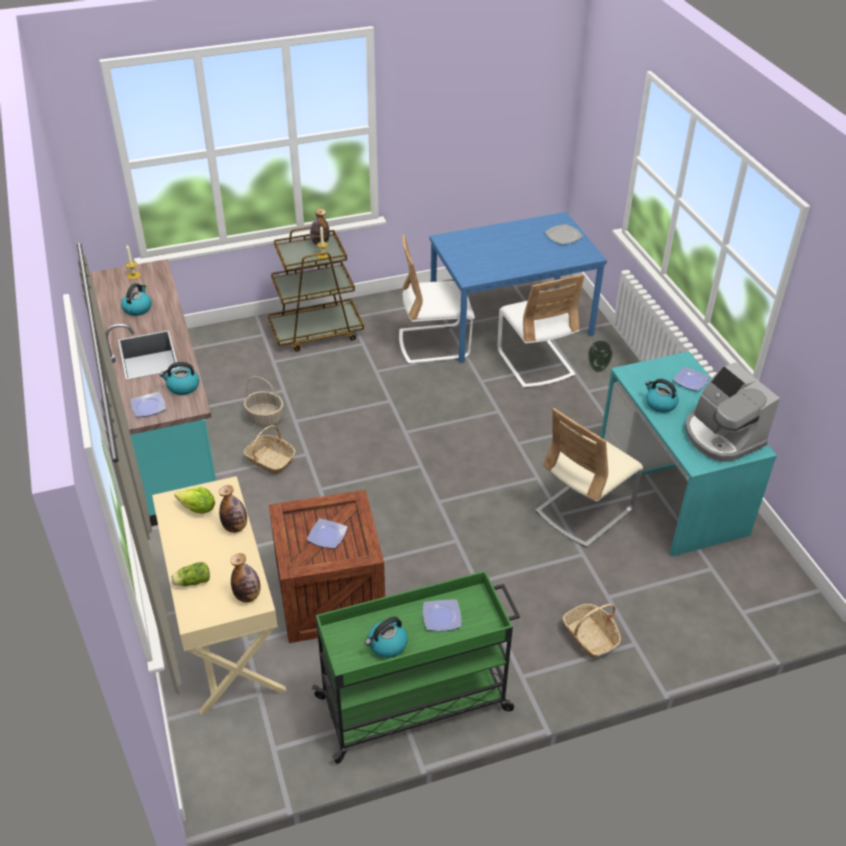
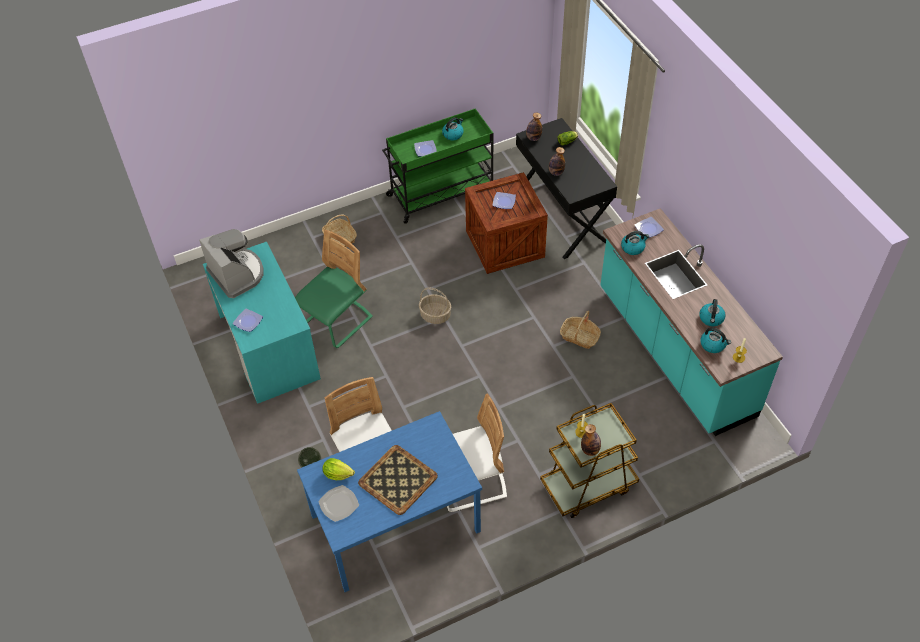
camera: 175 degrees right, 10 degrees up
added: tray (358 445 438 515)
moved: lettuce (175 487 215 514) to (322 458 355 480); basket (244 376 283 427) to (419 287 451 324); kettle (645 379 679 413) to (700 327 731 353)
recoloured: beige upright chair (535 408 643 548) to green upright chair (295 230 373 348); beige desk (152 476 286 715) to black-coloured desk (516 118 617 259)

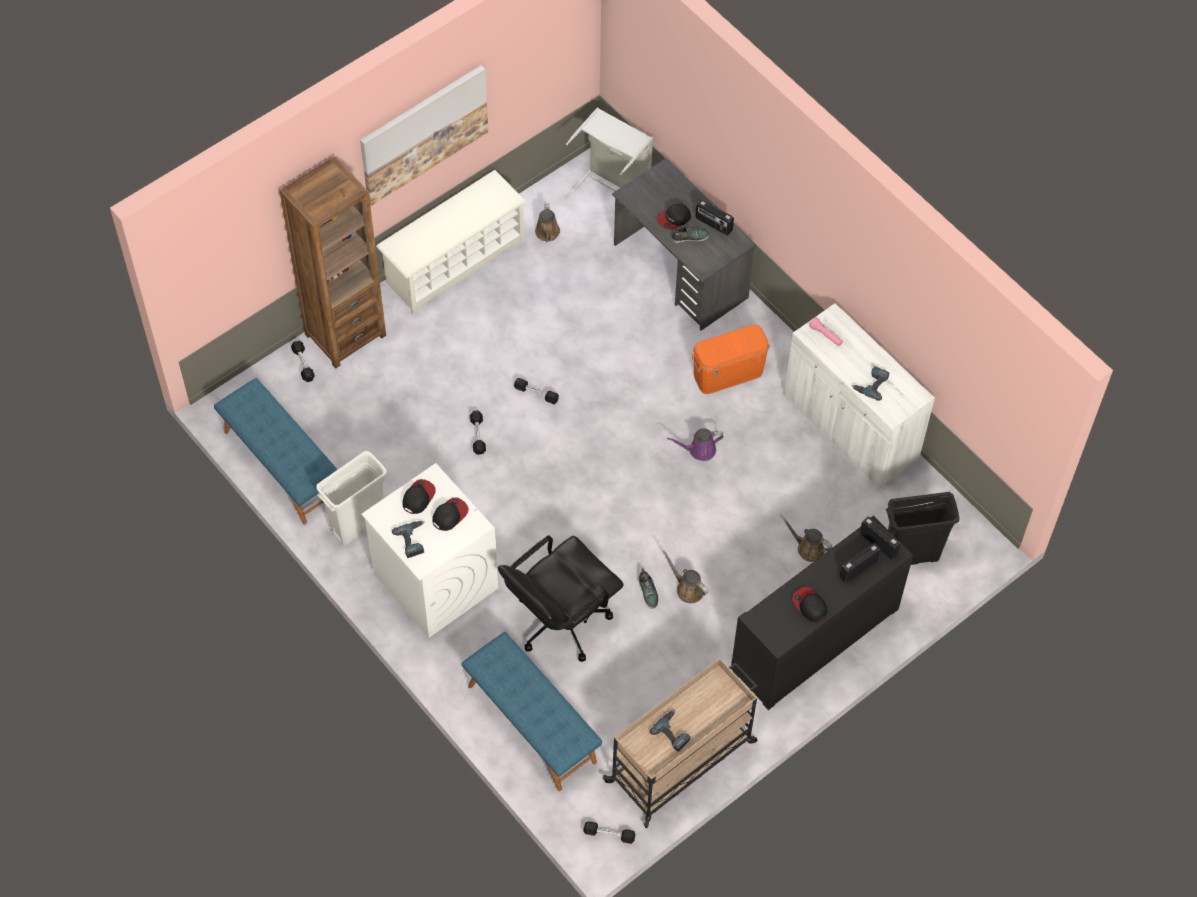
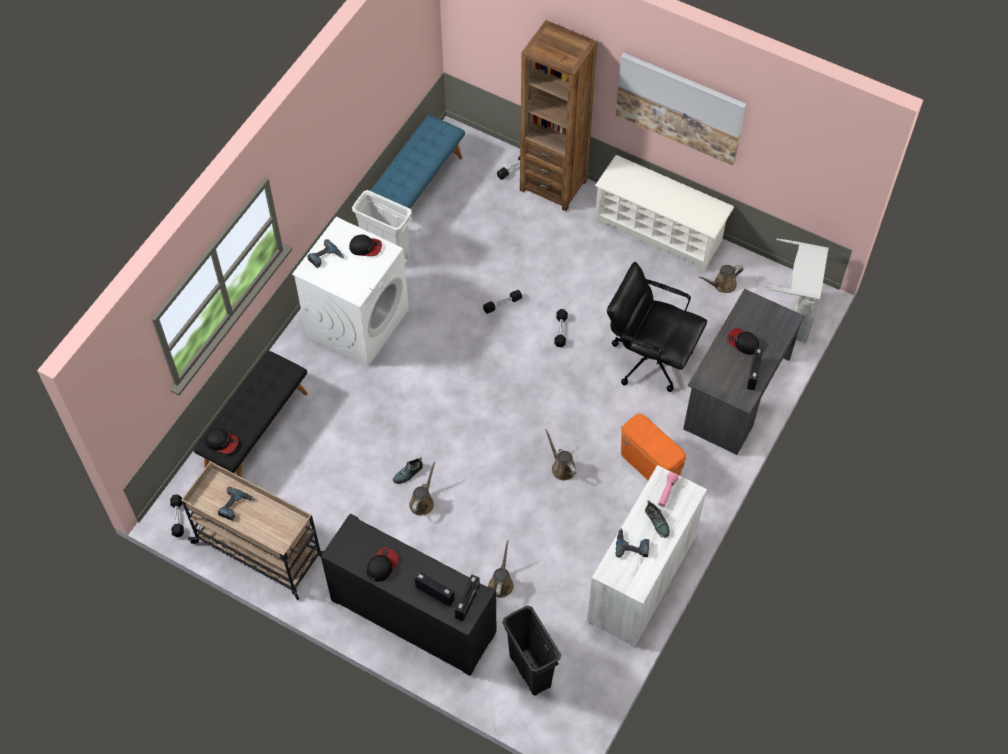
camera: 70 degrees right, 0 degrees up
moved: baseball cap (432 497 469 531) to (206 429 239 454); black-coloured computer chair (498 535 624 662) to (607 262 707 392); low shoe (672 226 709 243) to (645 500 670 538)
recoloured: blue indoor bench (462 632 602 791) to black-coloured indoor bench (193 350 308 477); purple-coloured watering pot (667 429 724 461) to brown-coloured watering pot (545 429 576 480)

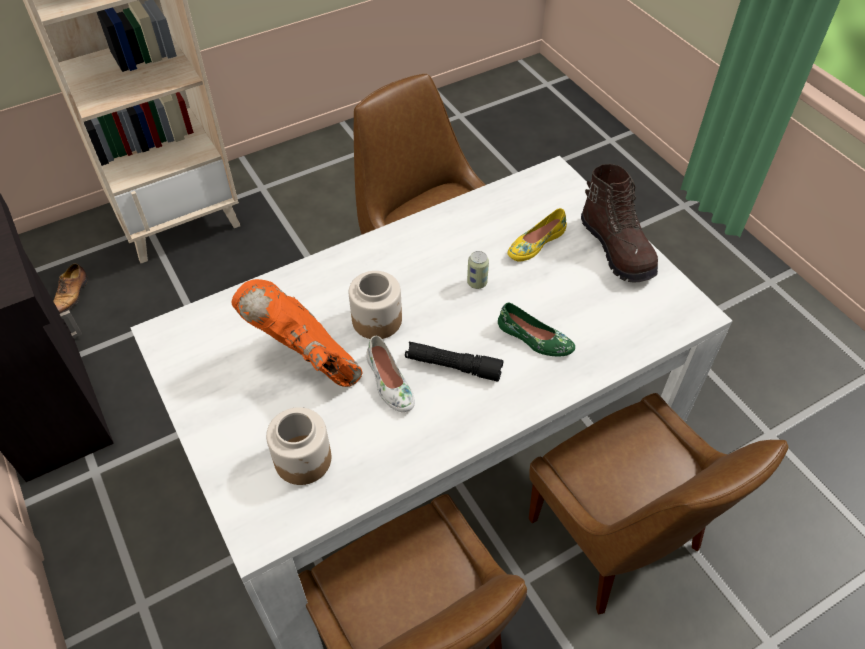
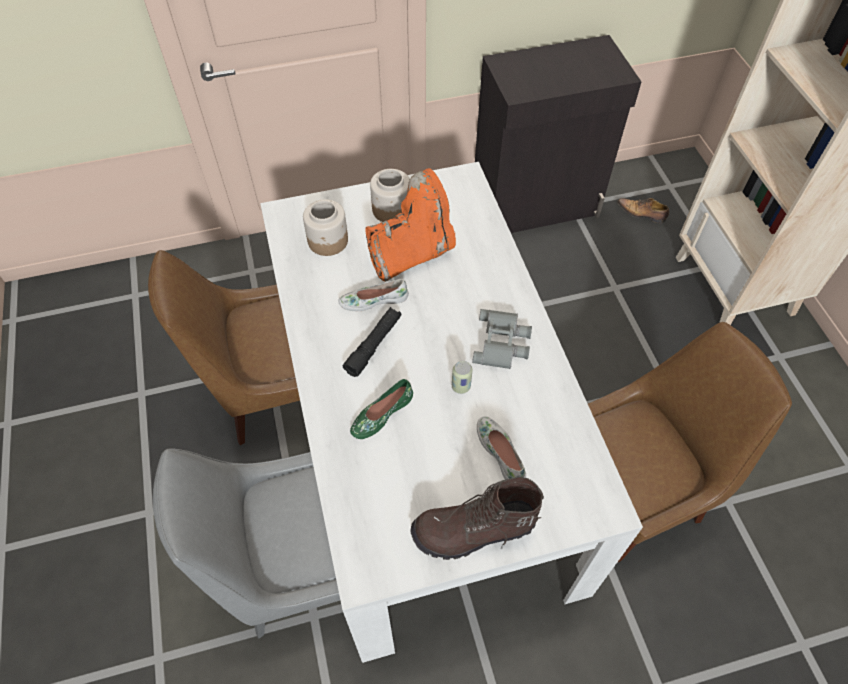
camera: 105 degrees right, 5 degrees up
added: grey field glasses (472 309 532 369)
moved: preserve jar (349 271 402 339) to (370 169 410 222)
recoloured: brown-coloured upright chair (529 393 788 614) to grey upright chair (153 448 340 638); yellowish low shoe (508 208 567 261) to white low shoe (477 416 526 479)

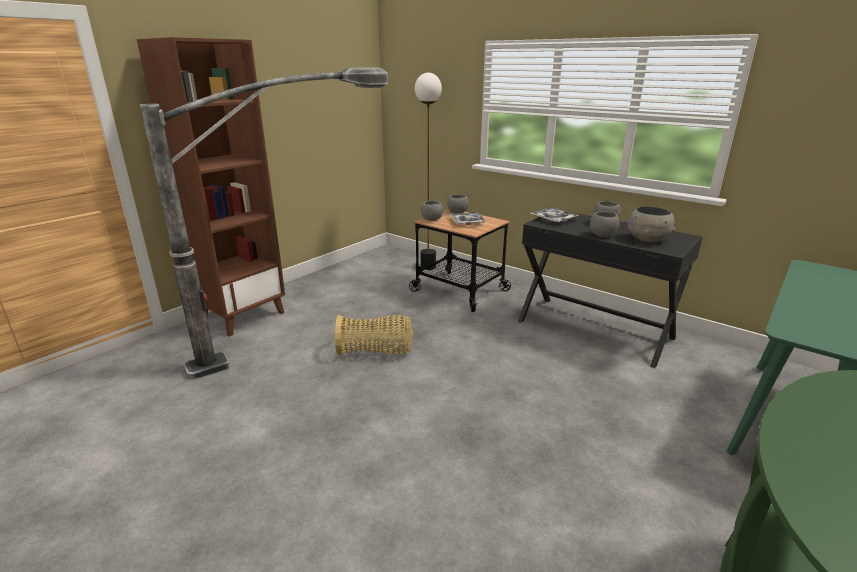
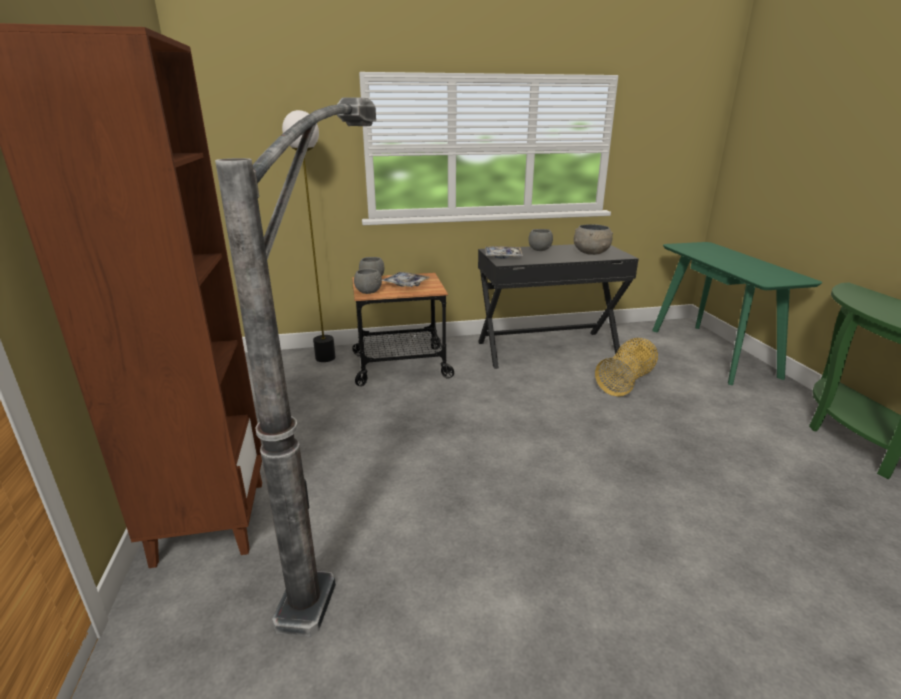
camera: 50 degrees left, 0 degrees up
removed: grey deep dish (590 211 620 237)
moved: basket (335 315 413 355) to (595 338 658 396)

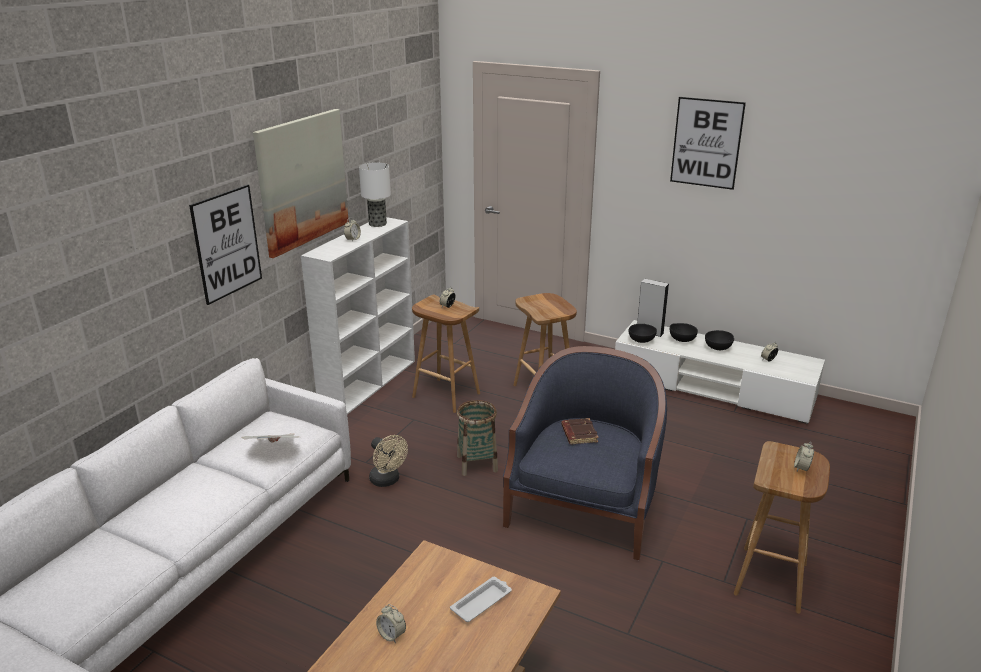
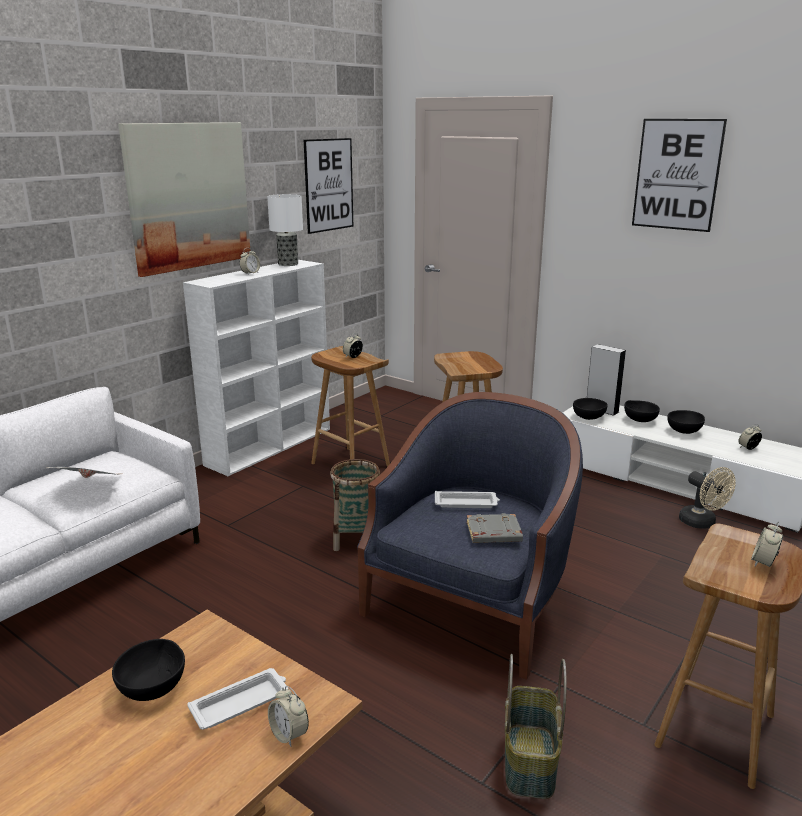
camera: 10 degrees right, 5 degrees down
added: black-coloured deep dish (112 639 185 701); grey volume (467 513 523 543); basket (505 654 567 799)
moved: alarm clock (376 604 406 643) to (268 686 309 747); wall art (189 184 262 305) to (304 138 353 234); beige fan (369 435 408 487) to (679 467 736 529)
replaced: brown-coloured volume (561 418 599 444) to white tray (435 491 500 508)

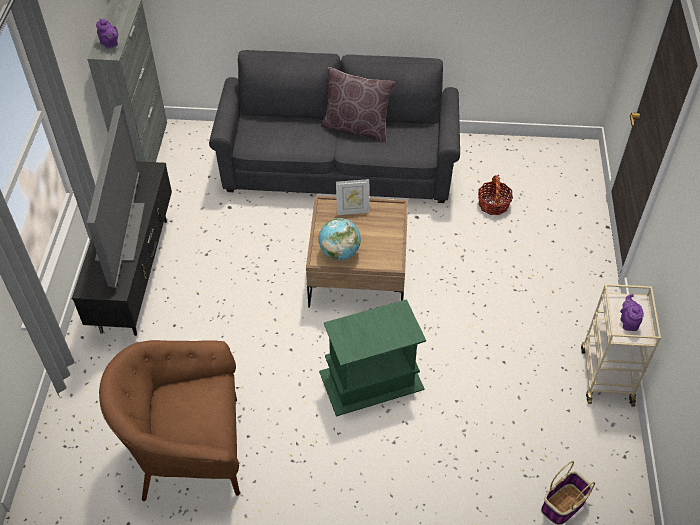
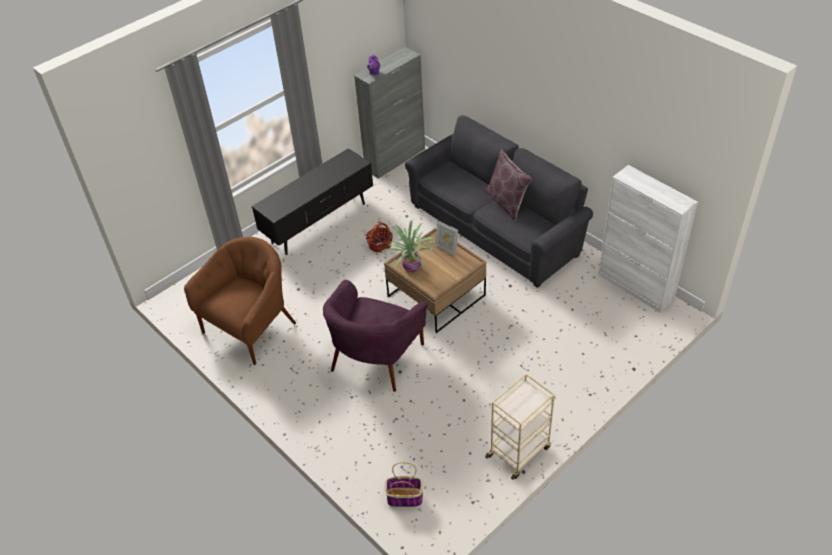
camera: 45 degrees right, 5 degrees down
removed: television (87 105 145 288); purple-coloured tea pot (620 294 644 331)
added: white cupboard (598 165 698 313)
moved: basket (478 175 513 215) to (366 223 393 253)
replaced: green end table (319 299 426 417) to purple-coloured easy chair (323 280 428 392); desk globe (318 218 361 260) to houseplant (380 220 439 272)
turned: brown-coloured easy chair (99 340 240 501) = (184 237 296 365) 90 degrees clockwise

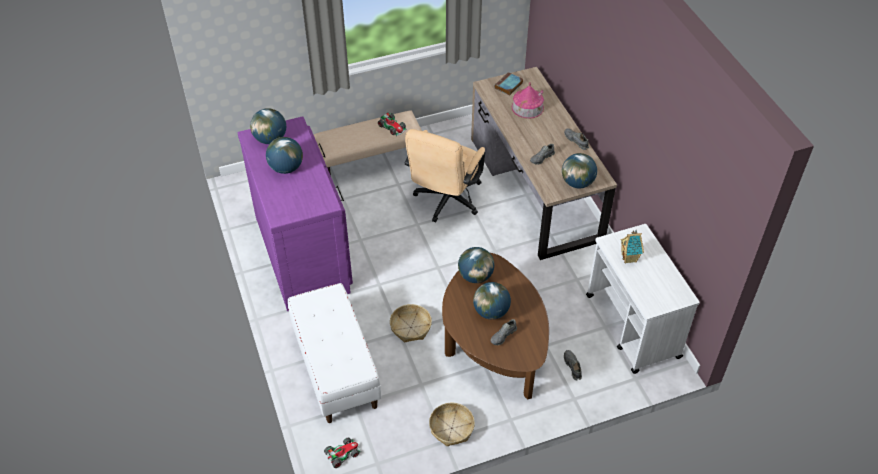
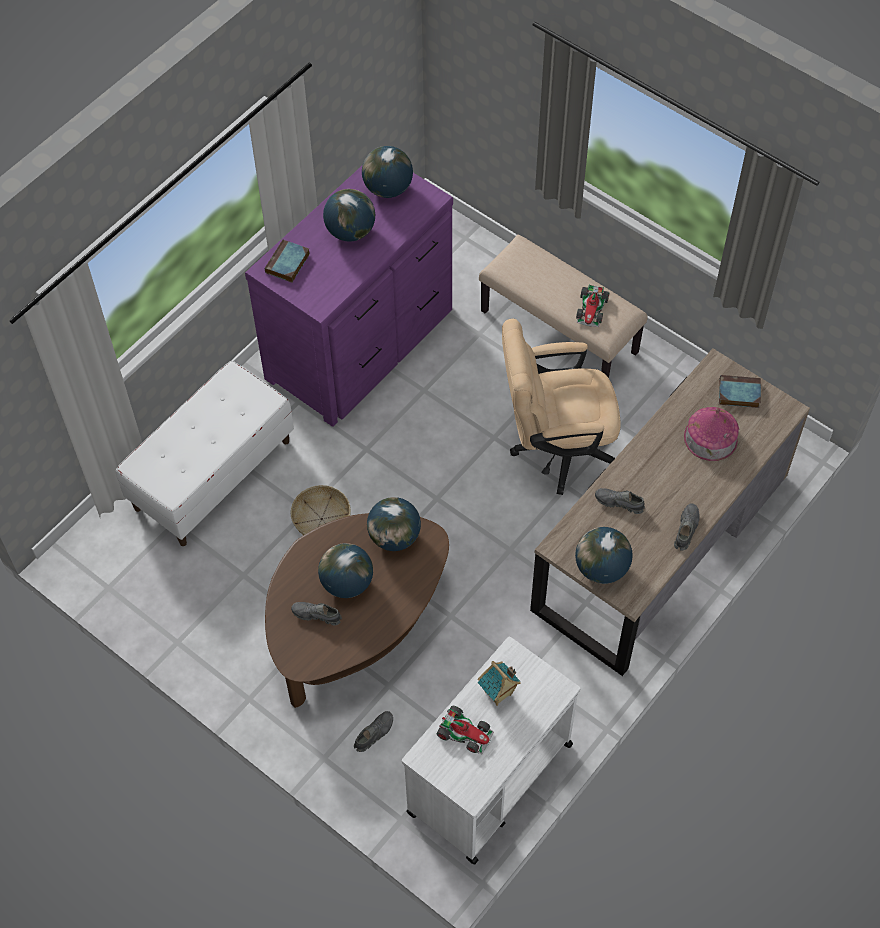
camera: 60 degrees right, 10 degrees up
removed: basket (429 403 475 446)
added: volume (265 240 310 283)
moved: miniature car (324 437 362 468) to (437 706 494 754)

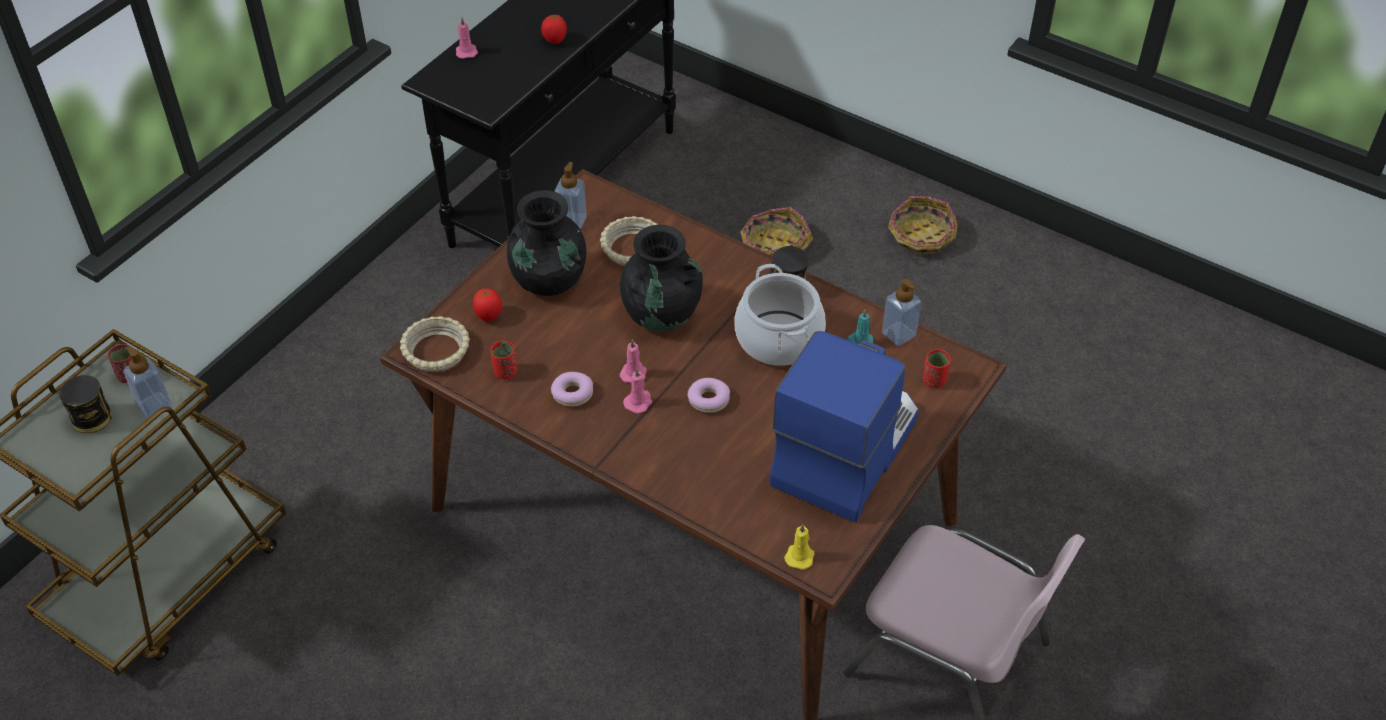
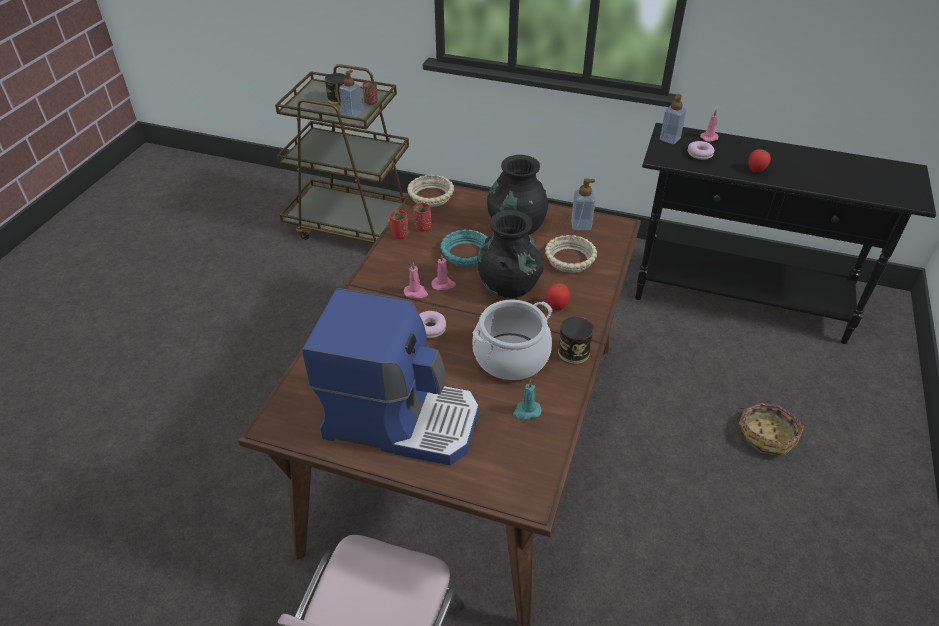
camera: 75 degrees right, 5 degrees down
removed: yellowish wax candle (784 524 814 570); basket (888 196 958 260)
added: turquoise-coloured deep dish (440 229 488 267)
moved: reddish drinking cup (923 349 951 388) to (390 210 409 239); whole tomato (473 288 502 321) to (546 283 570 310); soap bottle (882 279 921 346) to (660 94 687 144); doughnut (551 372 593 407) to (688 141 714 160)

